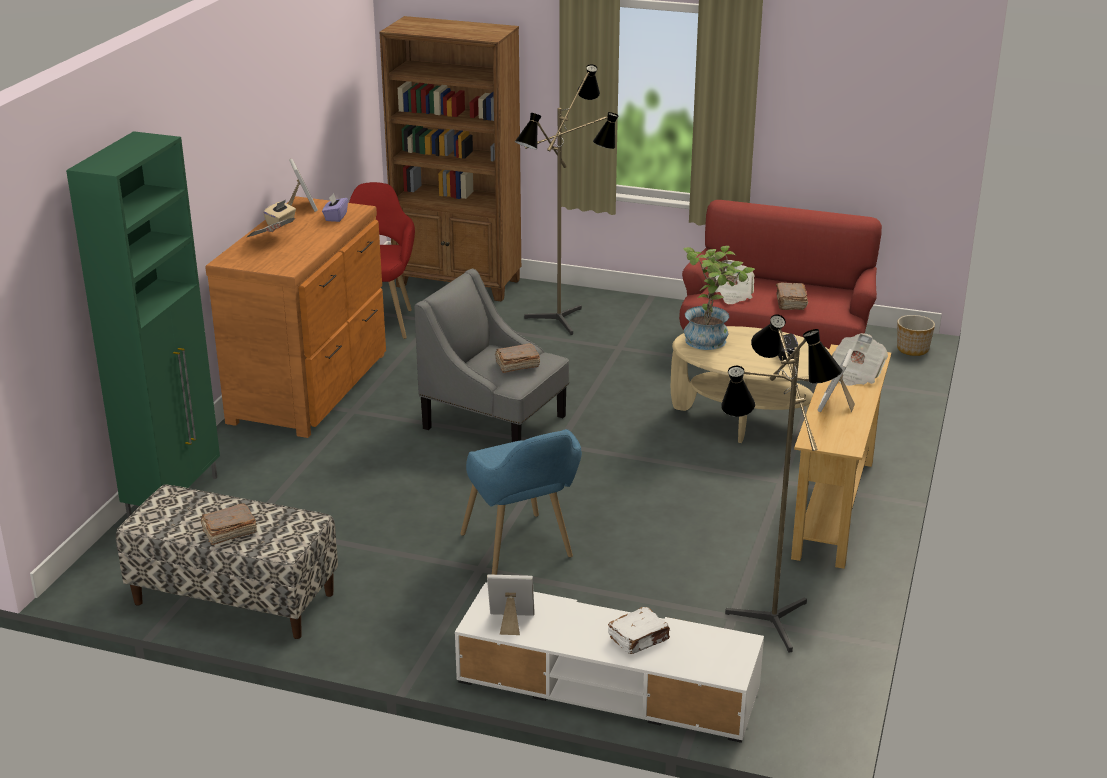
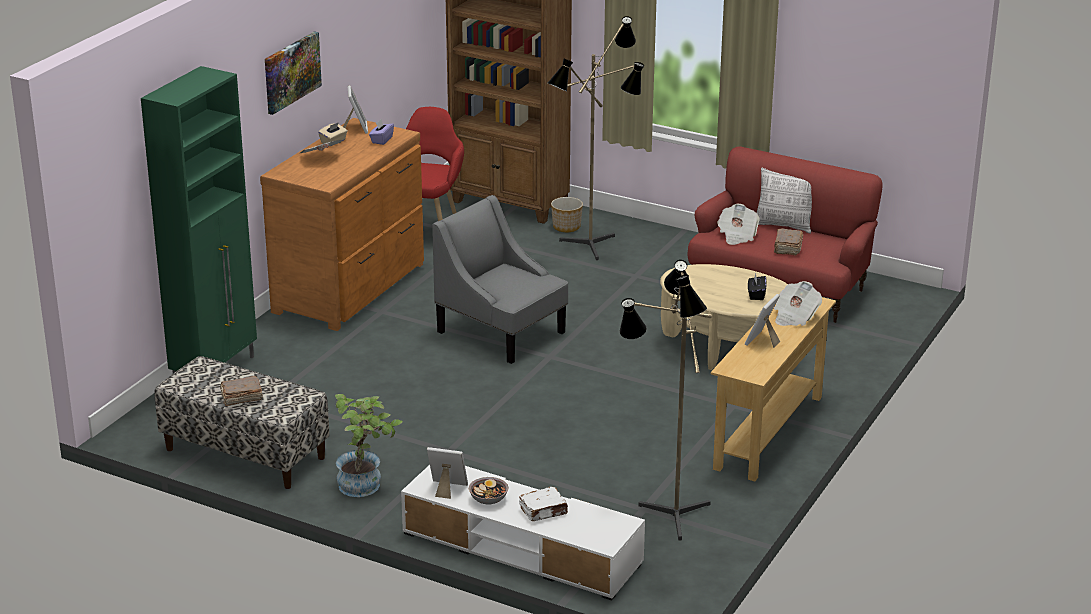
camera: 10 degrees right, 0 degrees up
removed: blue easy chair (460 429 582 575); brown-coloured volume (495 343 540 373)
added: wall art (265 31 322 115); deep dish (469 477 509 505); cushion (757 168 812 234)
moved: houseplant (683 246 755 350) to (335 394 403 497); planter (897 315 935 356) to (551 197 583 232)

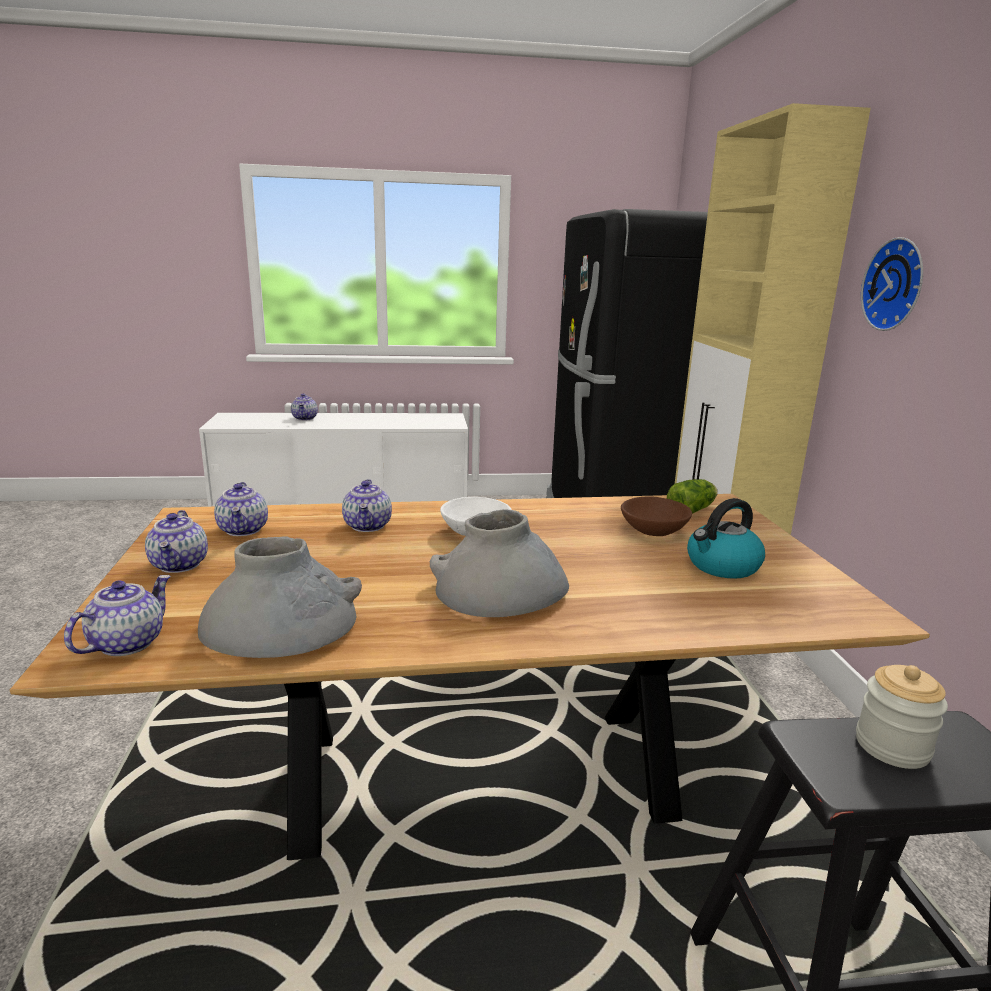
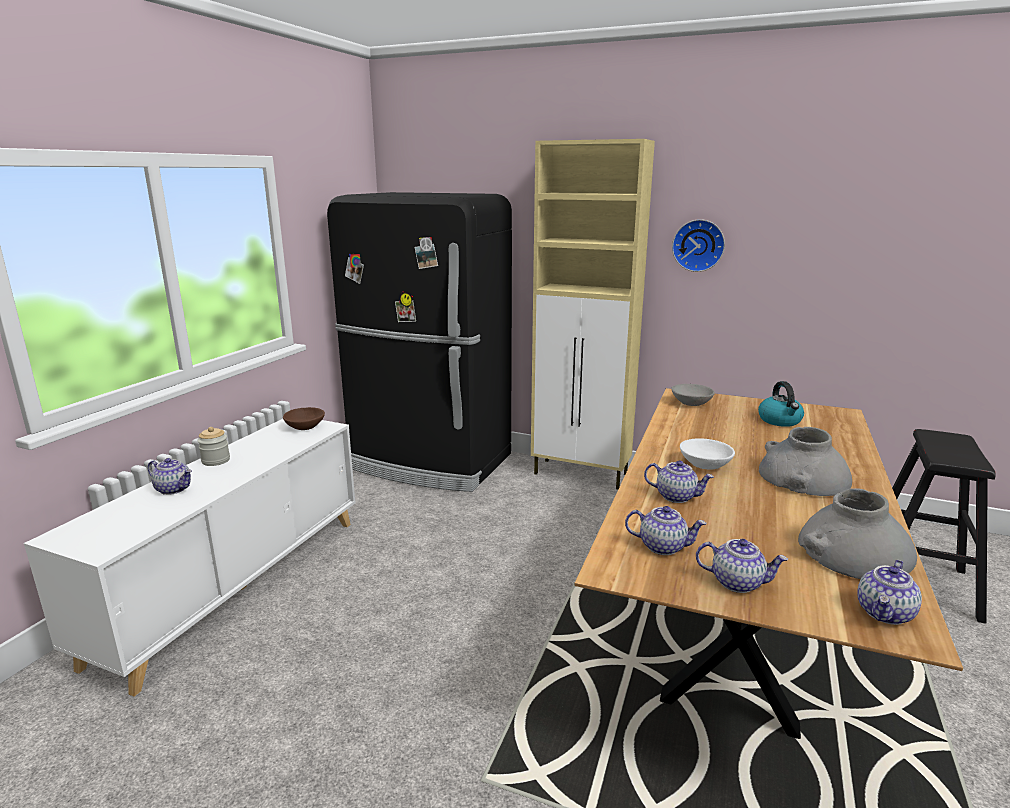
camera: 60 degrees left, 0 degrees up
moved: preserve jar (856 665 948 769) to (197 427 230 466); brown-coloured deep dish (621 497 692 536) to (283 407 325 430)
replaced: lettuce (667 479 717 514) to grey deep dish (671 384 715 406)
turned: tea pot (64 575 171 656) = (858 560 922 625) 105 degrees counterclockwise

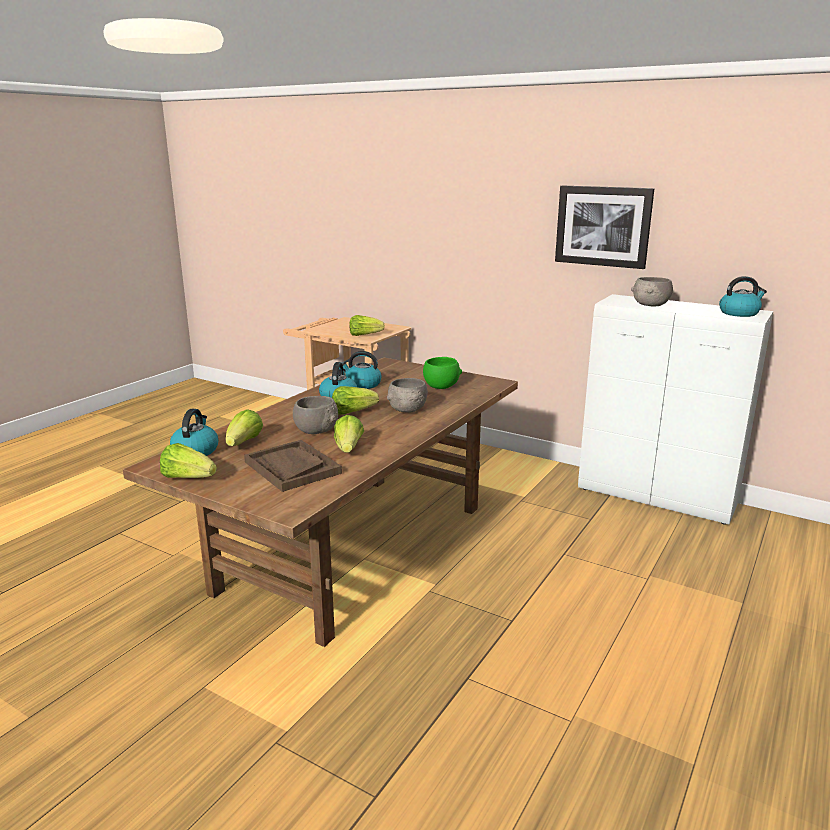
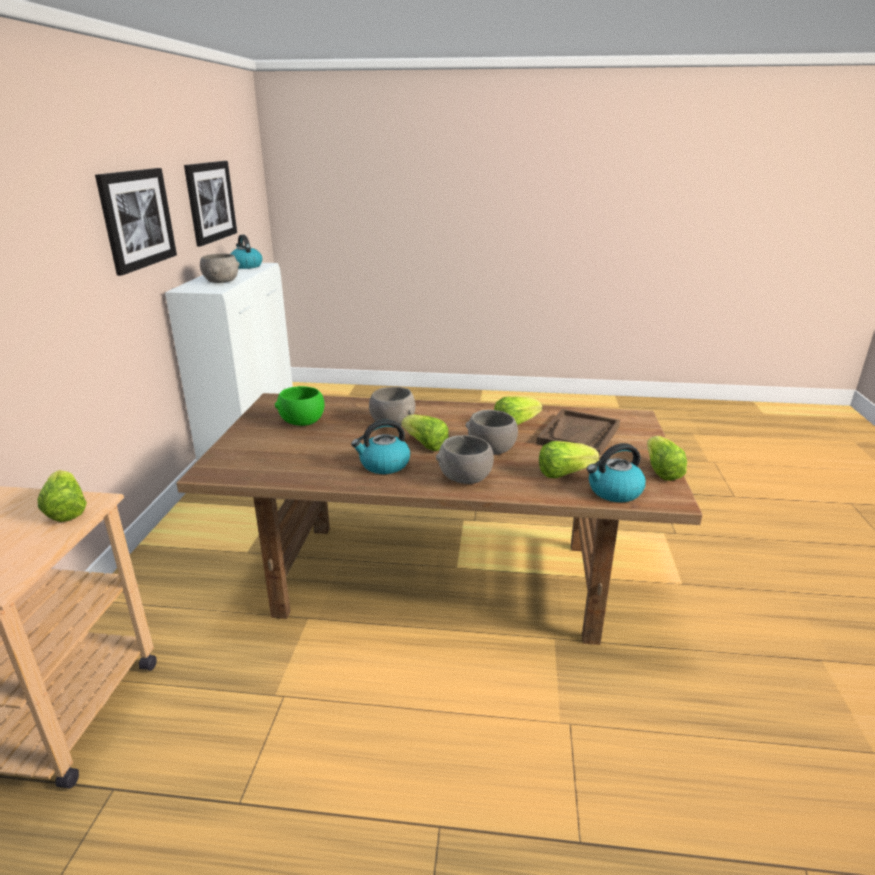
camera: 115 degrees left, 5 degrees up
removed: kettle (342 351 382 389)
added: wall art (184 161 237 246); grey deep dish (436 435 494 484)

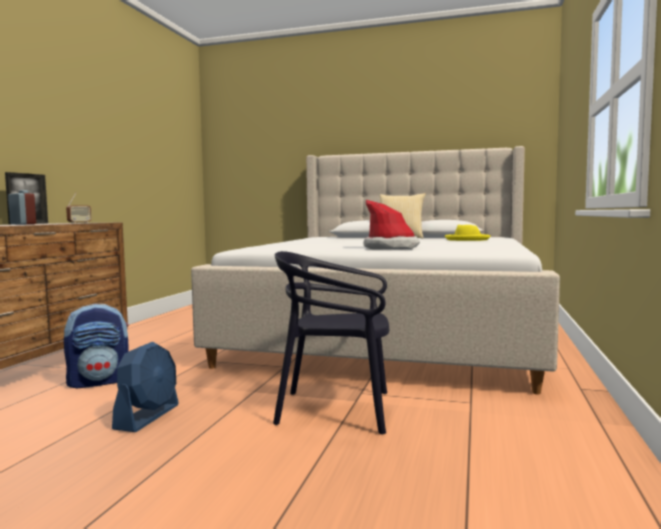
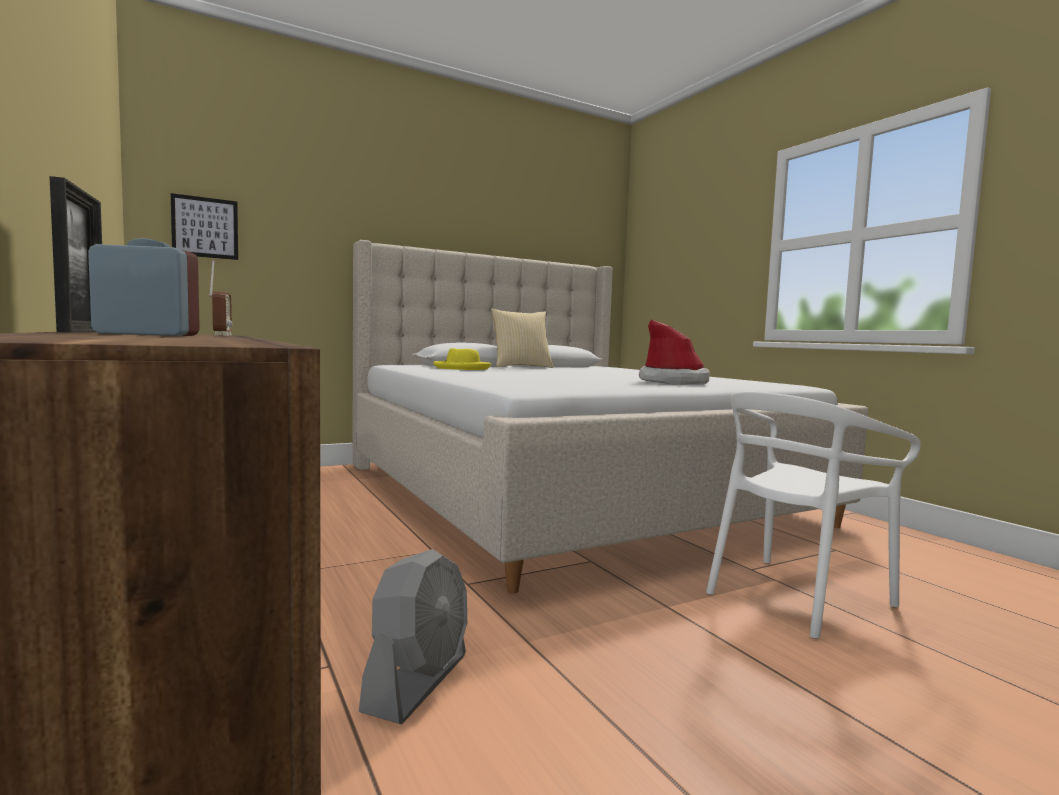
camera: 45 degrees left, 0 degrees up
removed: blue fan (112 342 179 432)
added: wall art (171 193 238 260)
moved: yellowish hat (445 225 490 241) to (433 348 492 370)
replaced: backpack (64 304 129 388) to grey fan (359 549 467 724)
recoloured: black-coloured upright chair (273 251 389 434) to white upright chair (706 392 921 639)

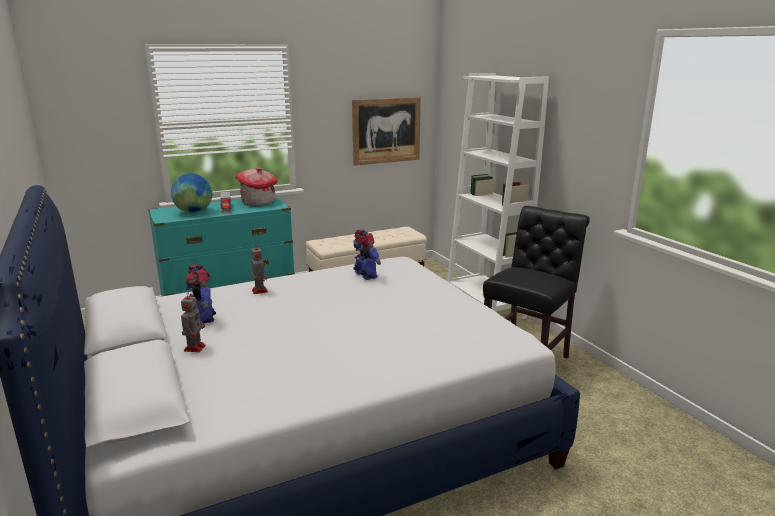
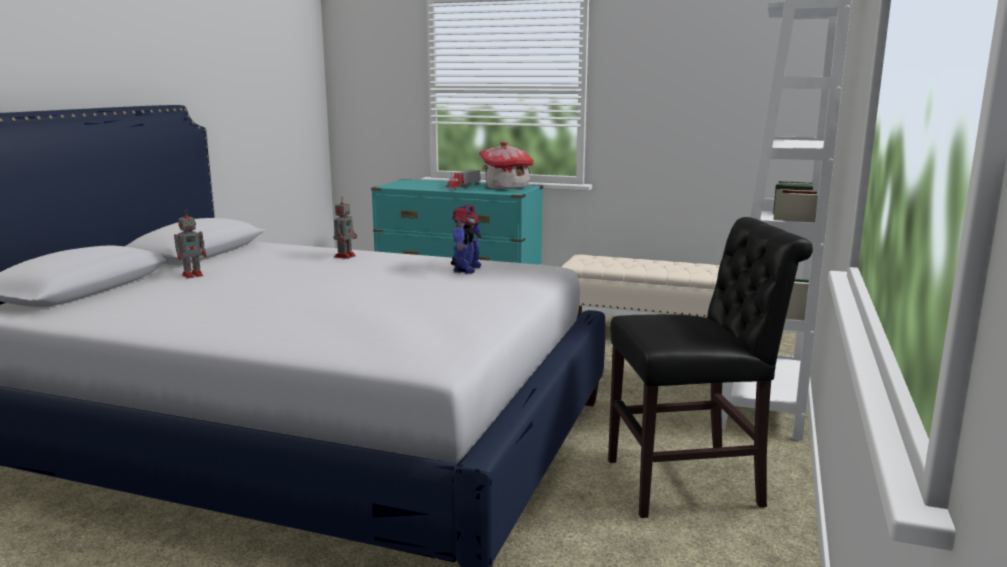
camera: 45 degrees right, 5 degrees down
removed: desk globe (171 174 212 213); robot figure (185 264 216 323); wall art (352 97 421 166)

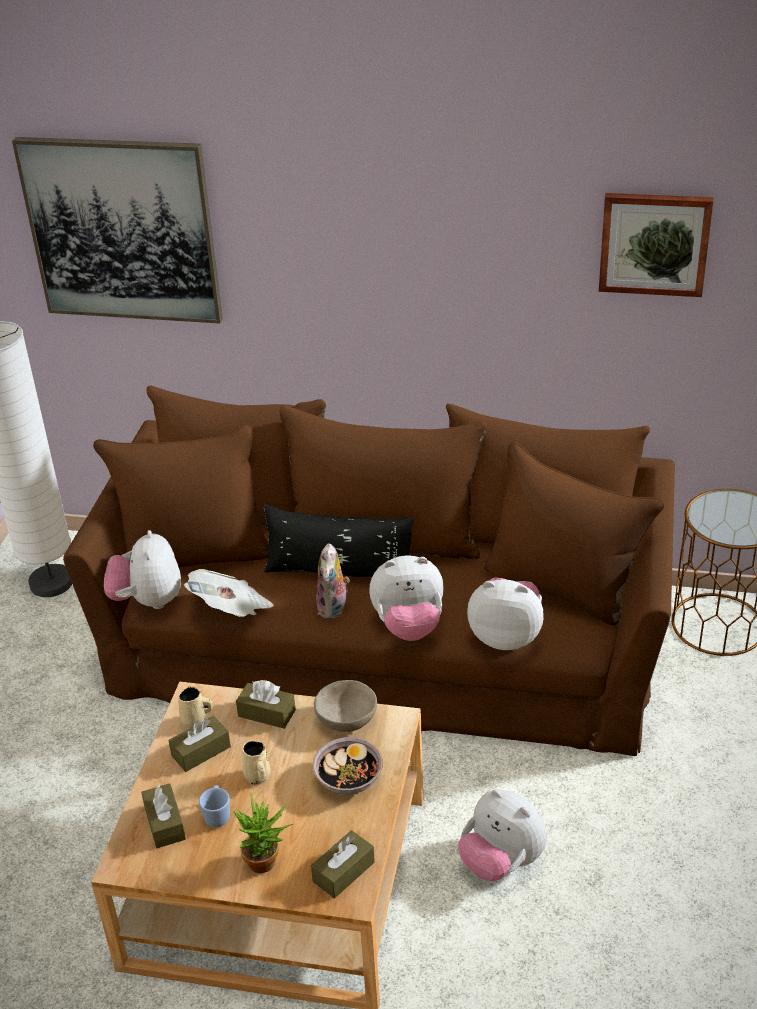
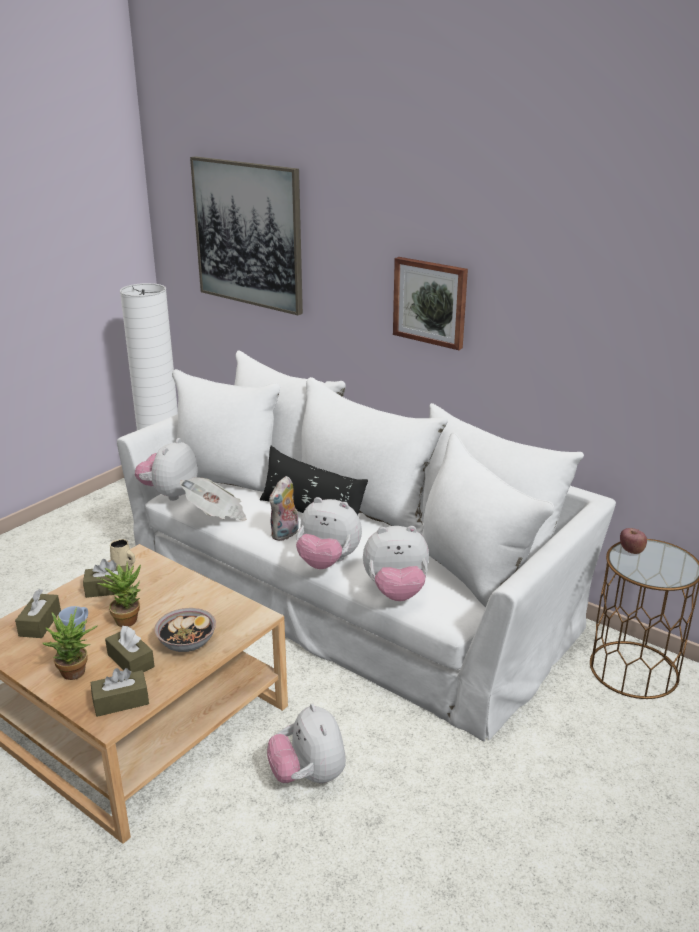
camera: 25 degrees right, 10 degrees down
removed: beige deep dish (313 680 377 732)
added: whole apple (620 528 647 554)
moved: brown-coloured box of tissues (236 680 296 729) to (105 626 155 673); wall art (599 193 713 297) to (393 257 468 350)
replaced: beige mug (242 740 270 785) to houseplant (97 563 141 627)
recoloured: brown-coloured couch (63 386 675 756) to white couch (117 350 616 741)
turned: soft toy (467 577 544 650) = (363 526 429 601) 135 degrees clockwise

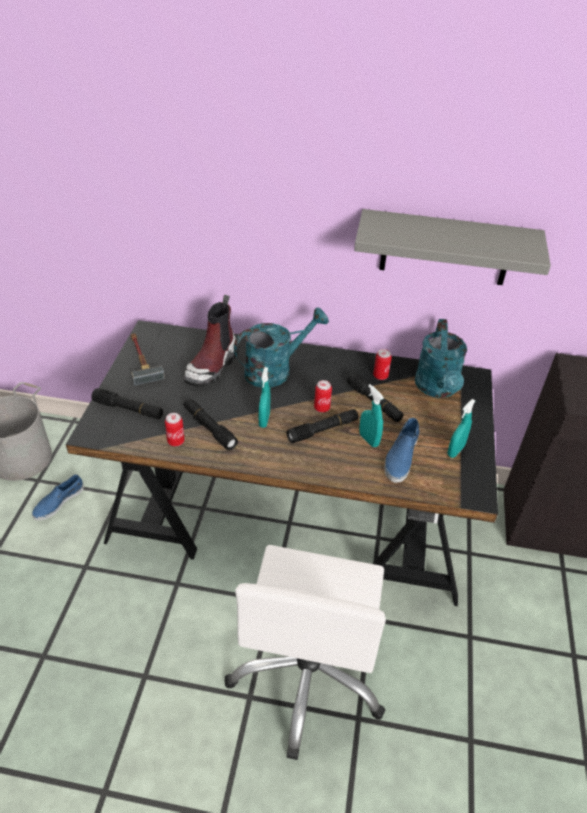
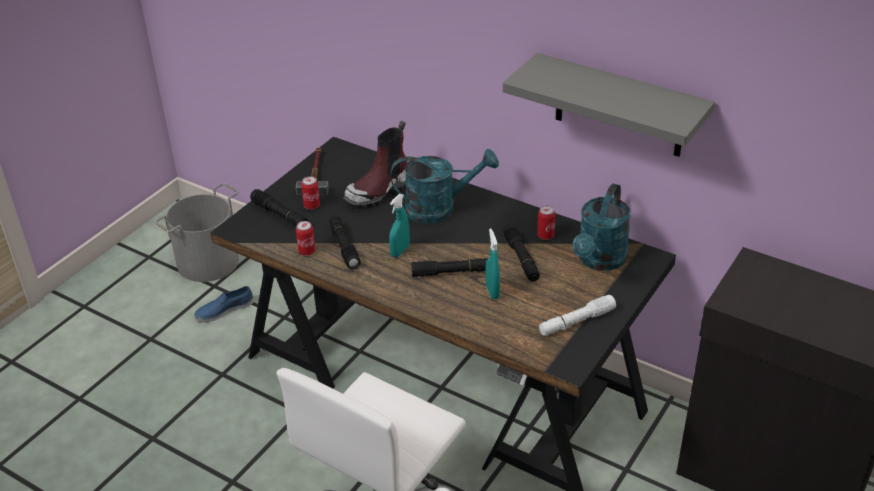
camera: 25 degrees right, 5 degrees down
removed: blue low shoe (384 418 420 483)
moved: metal can (314 380 332 412) to (301 176 320 210)
replaced: turquoise-coloured sprayer (447 399 476 458) to white torch (539 295 616 336)

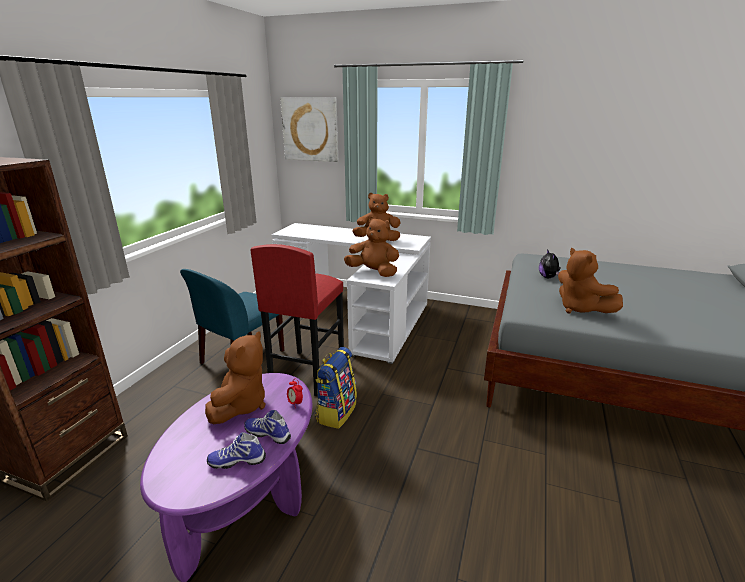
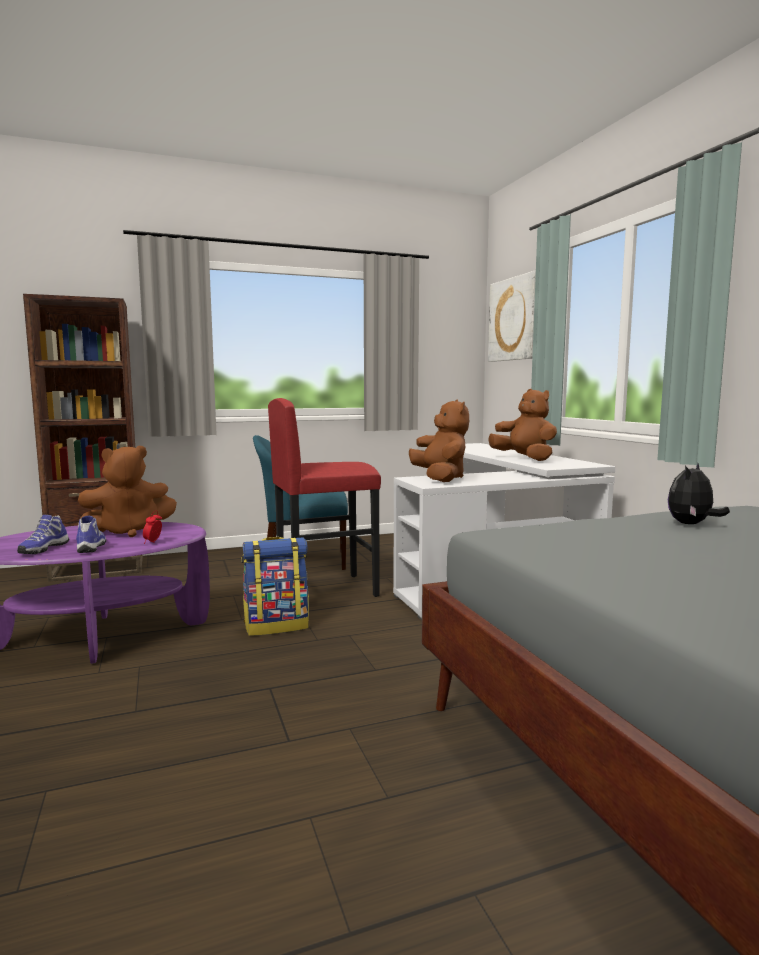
camera: 50 degrees right, 15 degrees down
removed: brown-coloured soft toy (558 248 623 314)
turned: low shoe (207 432 266 469) = (17 515 69 554) 120 degrees counterclockwise

